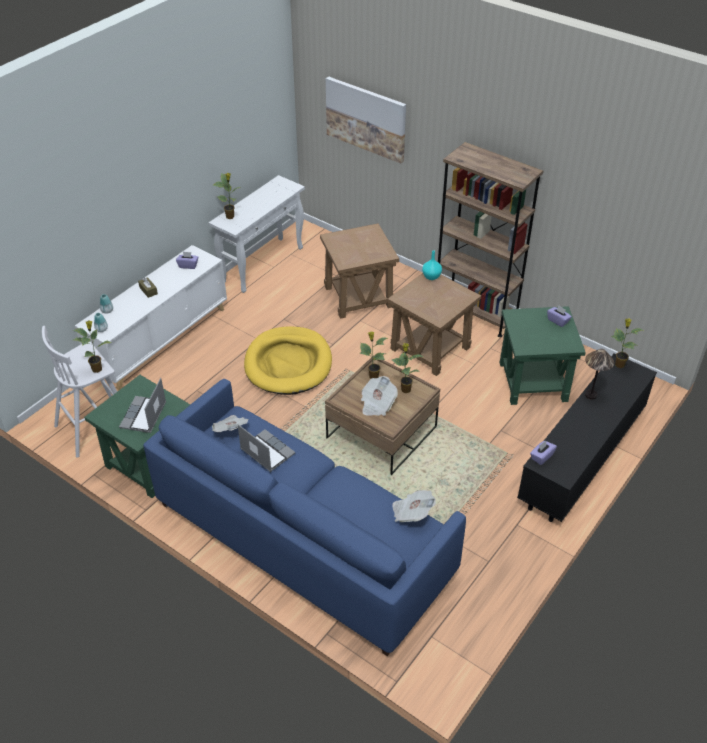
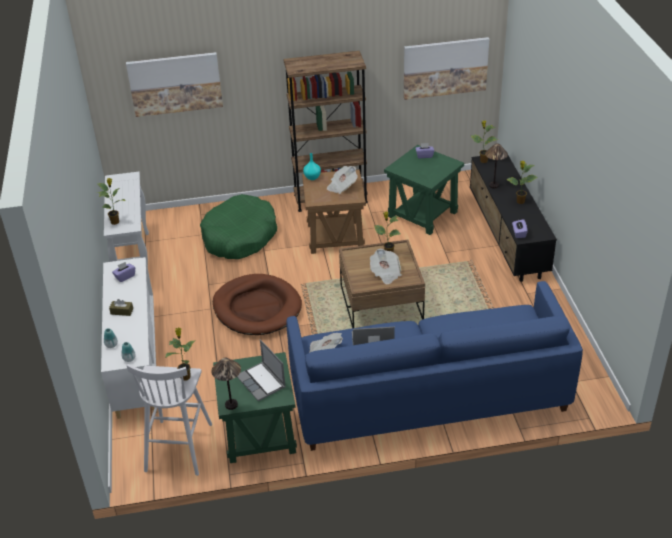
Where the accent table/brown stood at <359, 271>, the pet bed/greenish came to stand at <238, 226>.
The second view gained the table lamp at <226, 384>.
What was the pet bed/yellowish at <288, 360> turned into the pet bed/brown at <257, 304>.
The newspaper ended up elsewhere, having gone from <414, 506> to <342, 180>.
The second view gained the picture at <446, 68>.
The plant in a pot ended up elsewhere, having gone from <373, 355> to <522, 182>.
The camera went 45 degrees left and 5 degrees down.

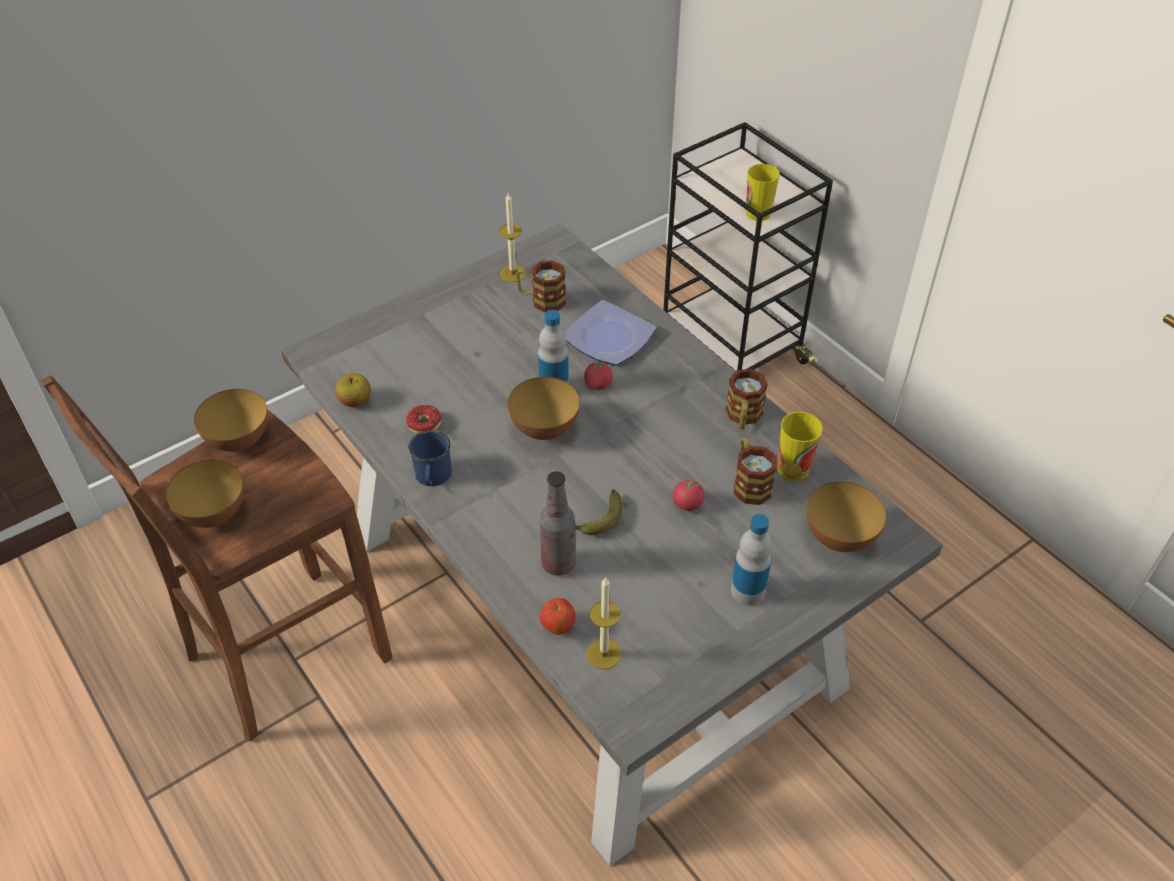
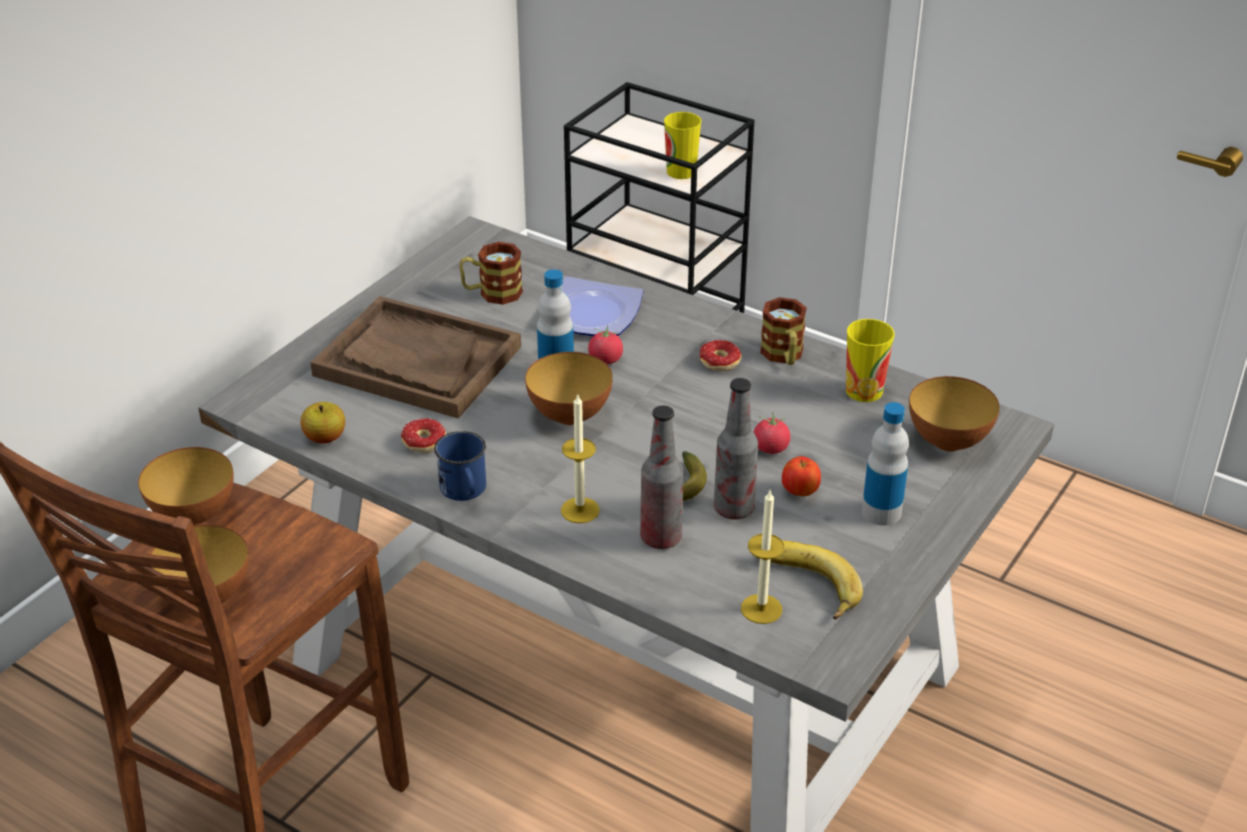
The second view gained the tray/brown at <416, 357>.
The wax candle ended up elsewhere, having gone from <512, 237> to <580, 459>.
The second view gained the ring doughnut at <720, 355>.
The second view gained the beverage bottle at <736, 449>.
The second view gained the banana fruit at <809, 580>.
The apple fruit ended up elsewhere, having gone from <558, 616> to <801, 476>.
The second view lost the coffee mug at <755, 471>.
The camera went 20 degrees left and 10 degrees down.

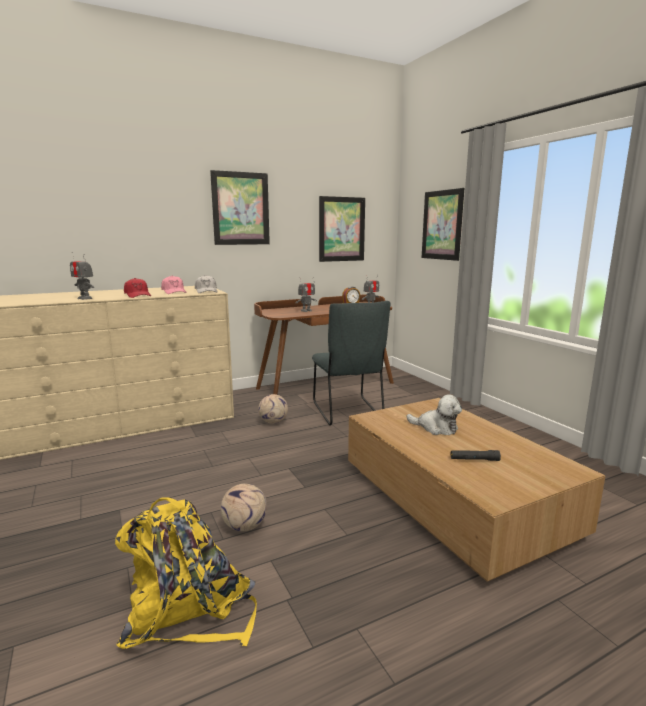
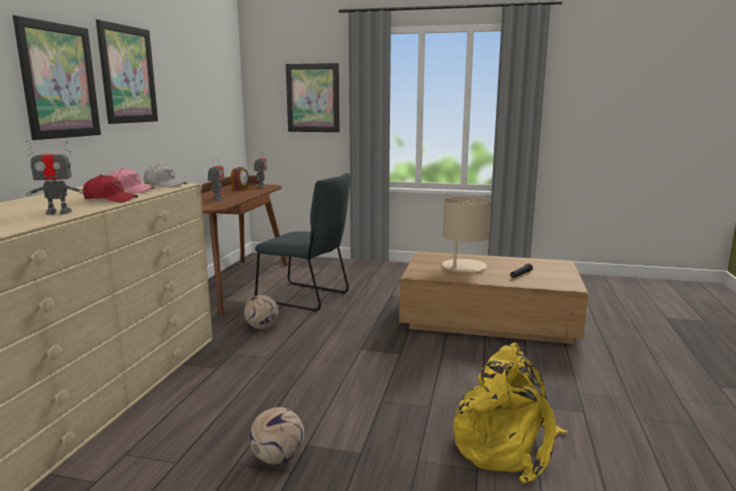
The picture ended up elsewhere, having gone from <342, 229> to <57, 77>.
The ball for football ended up elsewhere, having gone from <243, 507> to <276, 435>.
Where the plush toy stood at <434, 414>, the table lamp/beige-coloured came to stand at <466, 234>.
The camera went 50 degrees left and 0 degrees up.

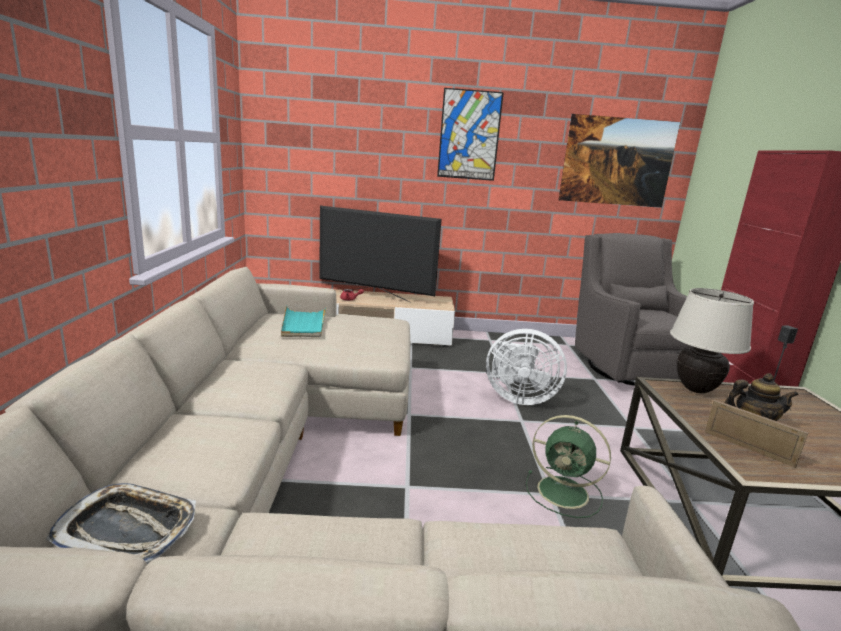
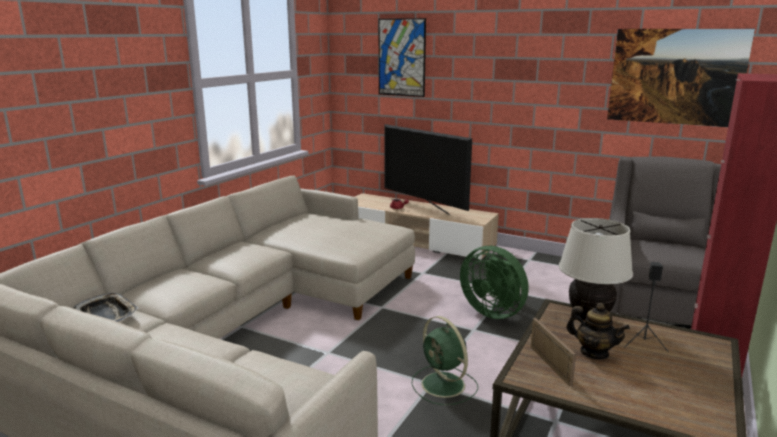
The picture ended up elsewhere, having gone from <470, 134> to <402, 57>.
What was the fan/white at <526, 367> turned into the fan/greenish at <494, 282>.
The second view lost the tray/blue-green at <304, 321>.
The camera went 30 degrees right and 0 degrees up.

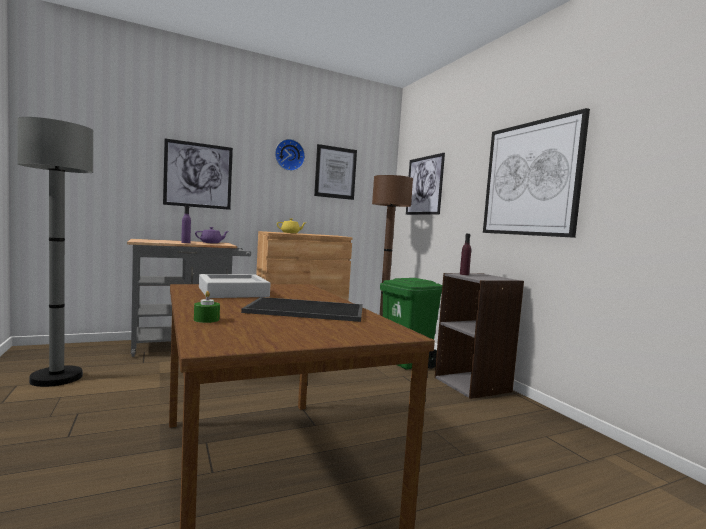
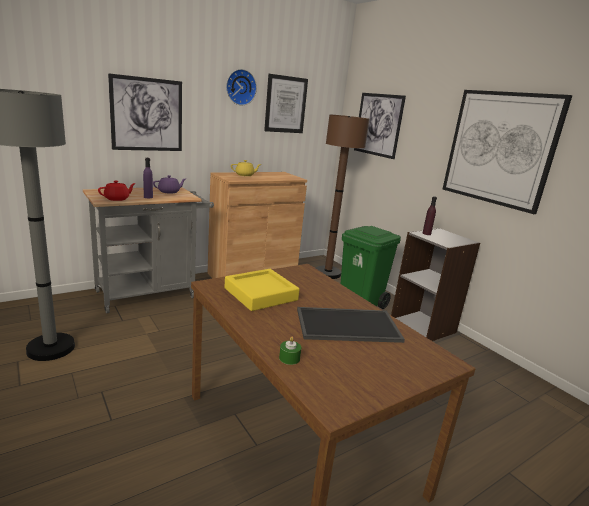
The second view gained the teapot/red-coloured at <117, 191>.
What was the tray/grey at <235, 286> turned into the tray/yellowish at <262, 290>.
The camera went 10 degrees left and 15 degrees up.

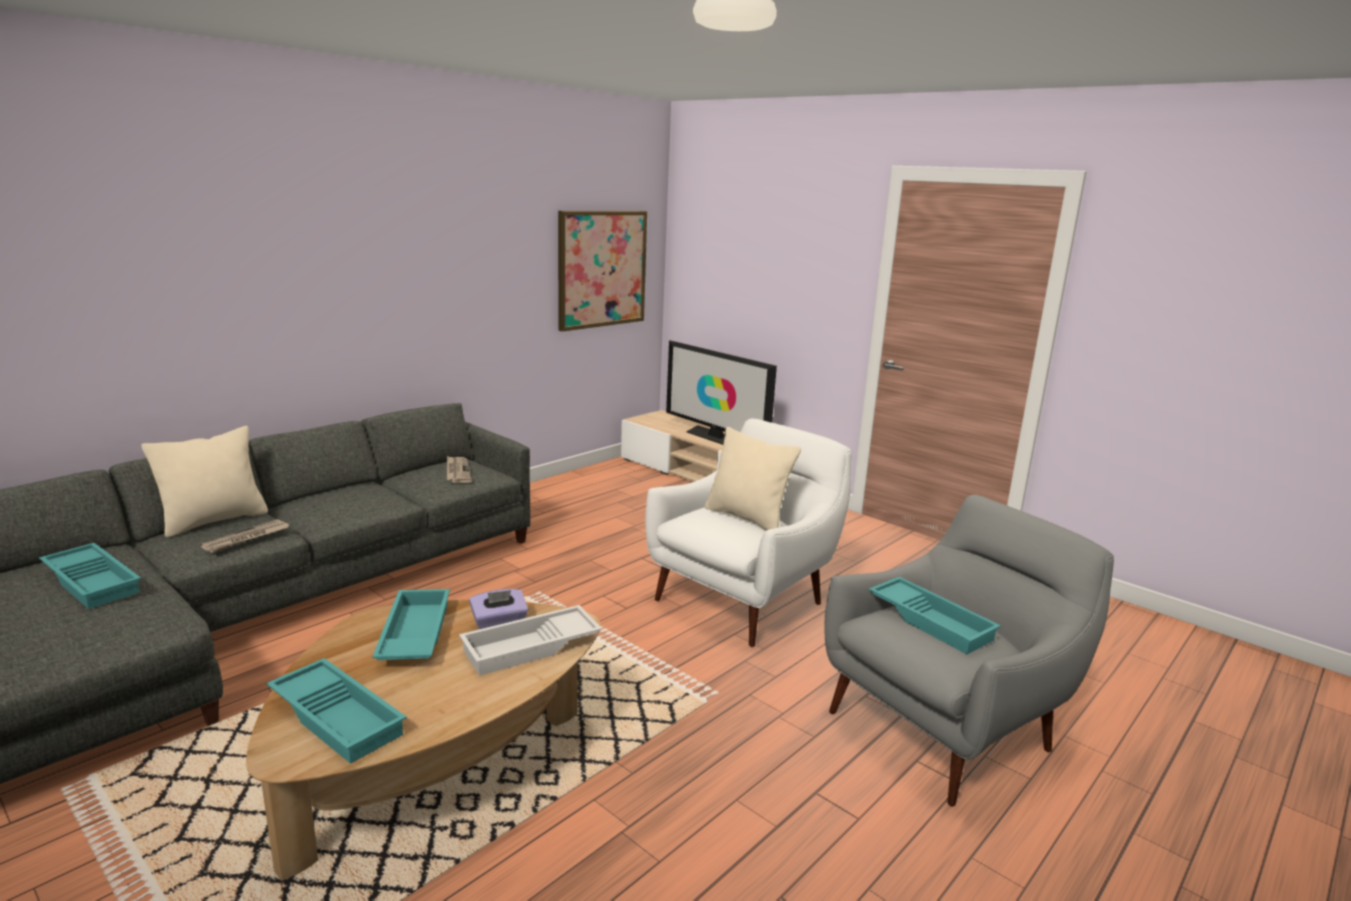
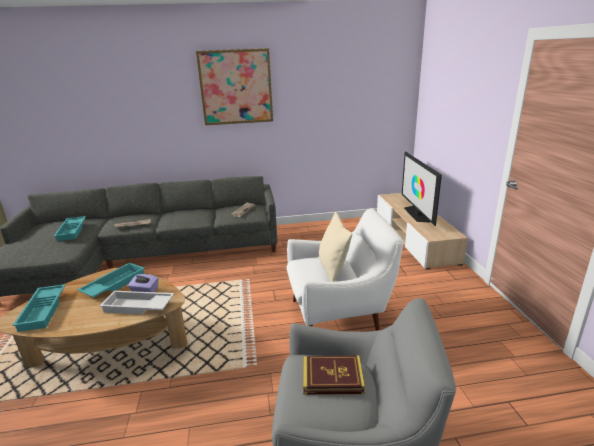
The picture ended up elsewhere, having gone from <602, 271> to <234, 86>.
Where the tray/blue-green stood at <935, 615>, the bound book came to stand at <334, 375>.
The second view lost the cushion/beige-coloured at <204, 481>.
The camera went 40 degrees right and 5 degrees up.

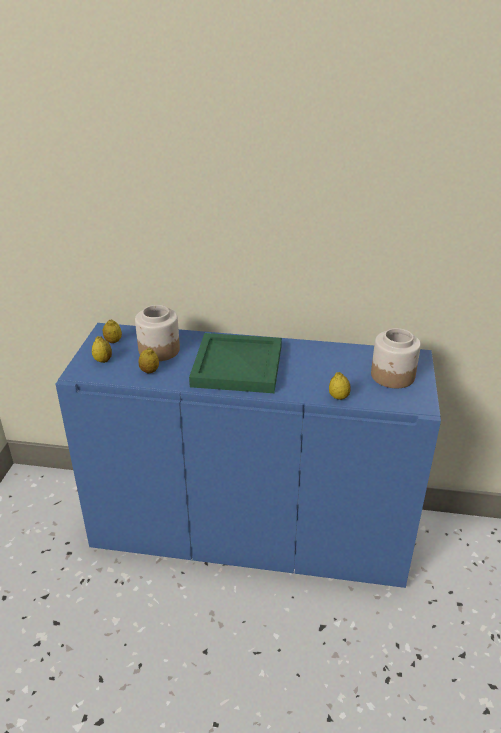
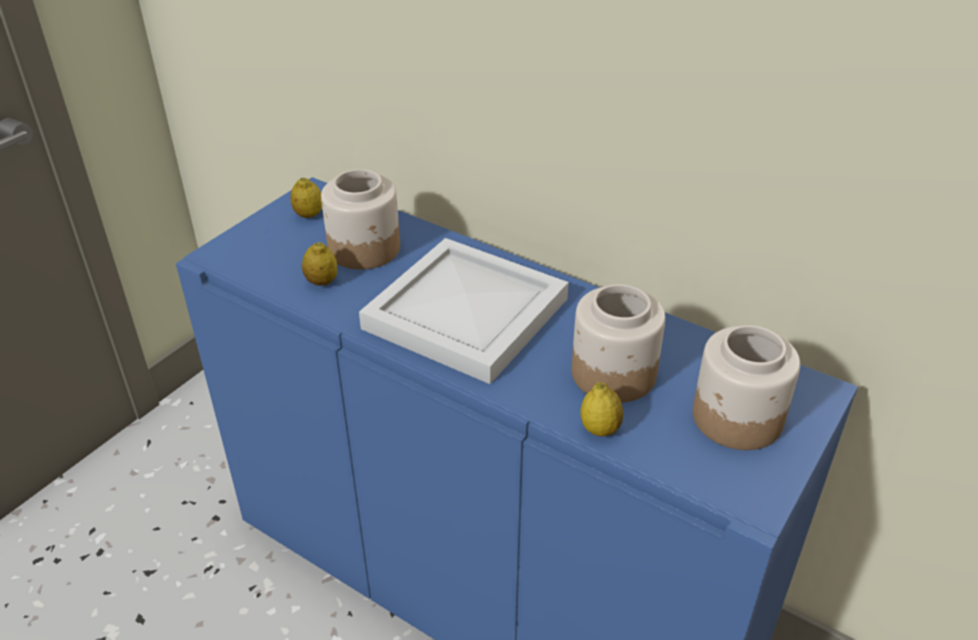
What was the tray/greenish at <235, 363> turned into the tray/white at <464, 311>.
The second view gained the storage jar at <619, 343>.
The second view lost the lemon at <102, 349>.
The camera went 25 degrees right and 5 degrees up.

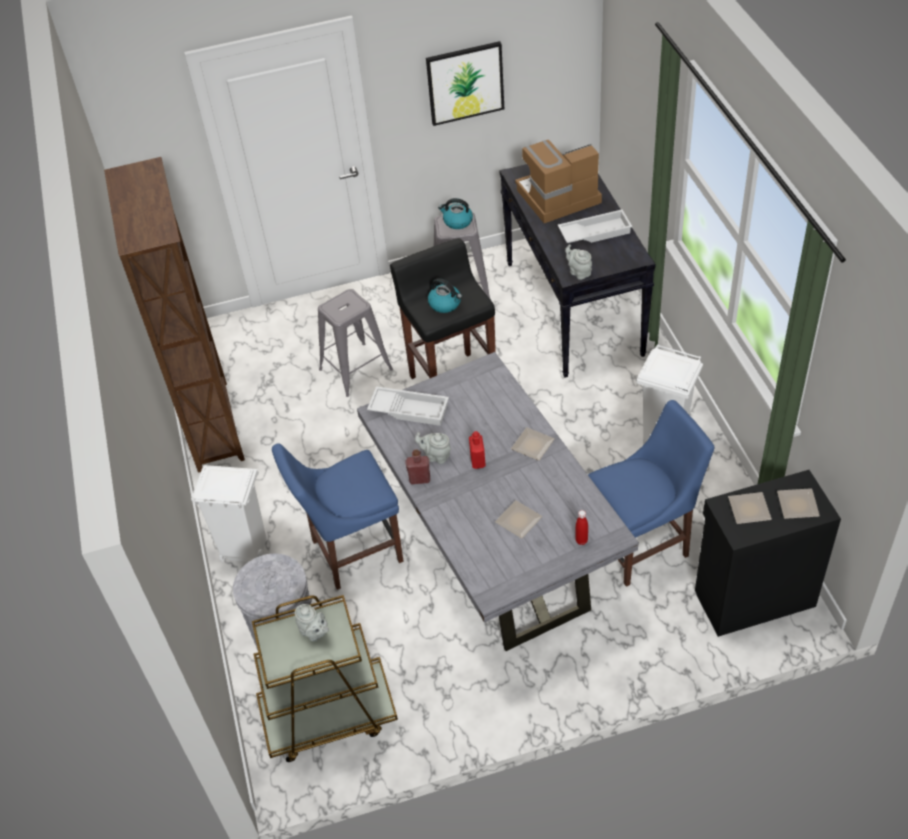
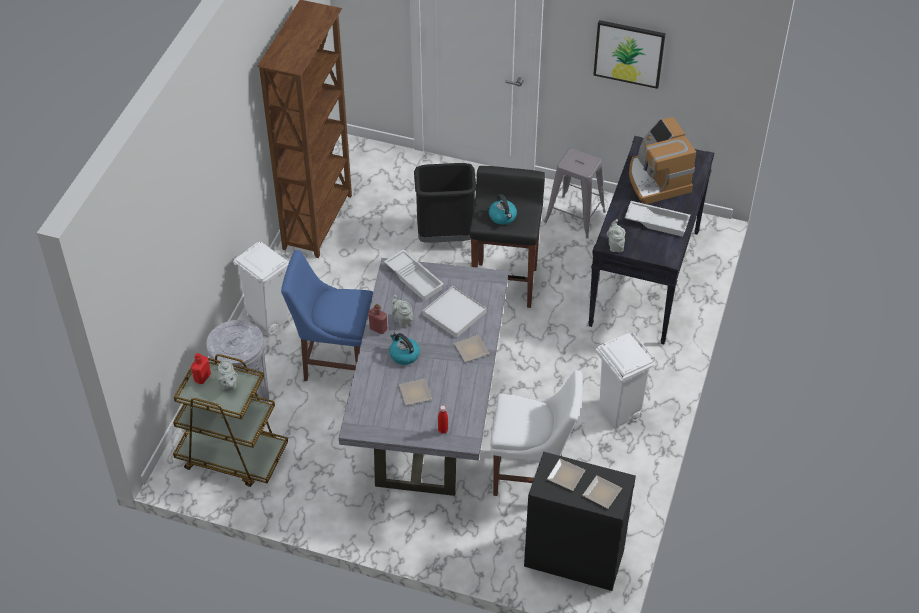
The beverage bottle/red-coloured ended up elsewhere, having gone from <477, 450> to <201, 368>.
The tea kettle ended up elsewhere, having gone from <455, 213> to <404, 349>.
Where the stool/grey stood at <355, 343>, the rubbish bin/black-coloured came to stand at <445, 203>.
The second view gained the tray/white at <454, 312>.
What was the upright chair/blue at <651, 493> turned into the upright chair/white at <536, 433>.
The coffee brewer at <558, 181> ended up facing another way, 120 degrees counterclockwise from before.
The camera went 30 degrees right and 0 degrees up.

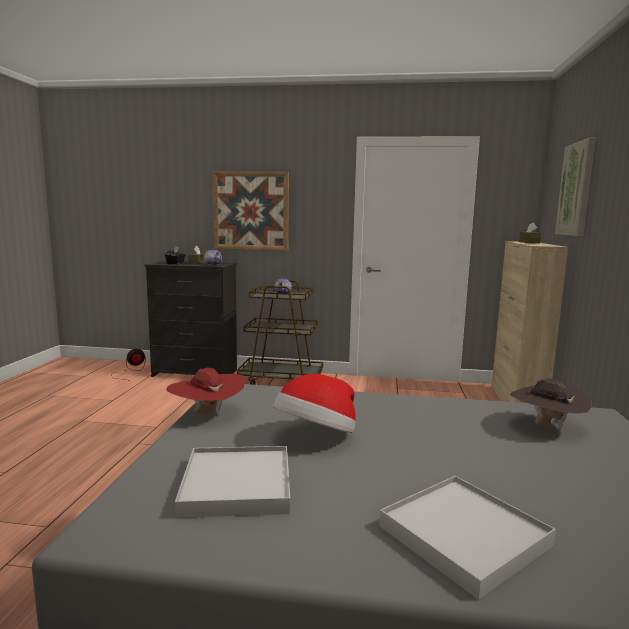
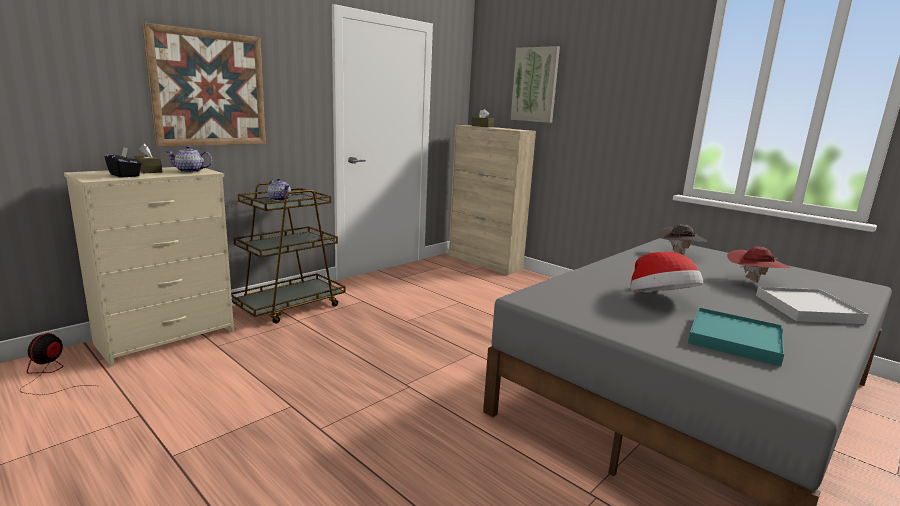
What was the chest of drawers/black-coloured at <191, 319> turned into the chest of drawers/beige-coloured at <149, 267>.
What was the tray/white at <232, 482> turned into the tray/blue-green at <736, 336>.
The clothing hat/red-coloured ended up elsewhere, having gone from <205, 392> to <759, 265>.
The camera went 55 degrees left and 5 degrees up.

